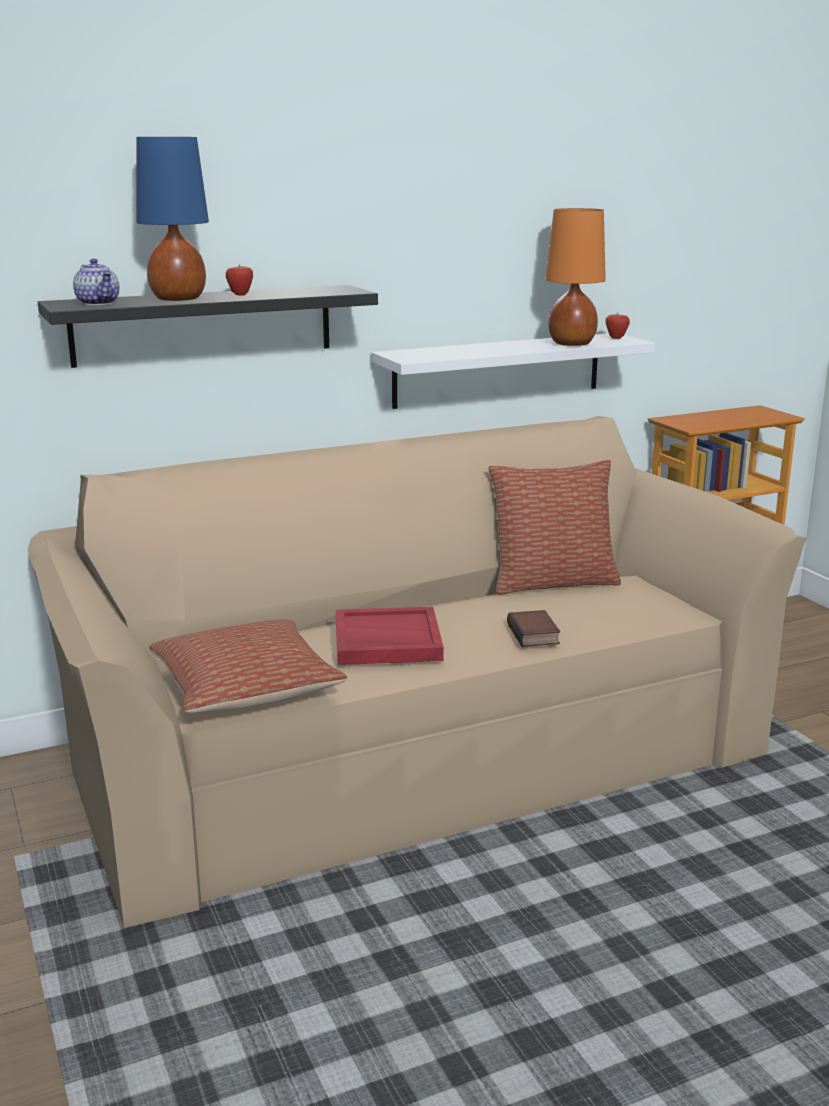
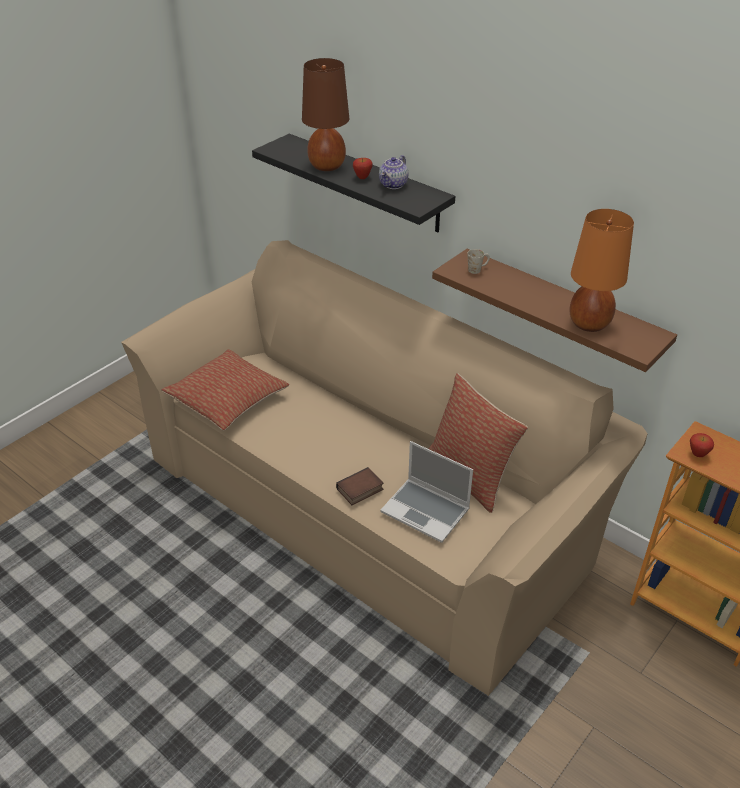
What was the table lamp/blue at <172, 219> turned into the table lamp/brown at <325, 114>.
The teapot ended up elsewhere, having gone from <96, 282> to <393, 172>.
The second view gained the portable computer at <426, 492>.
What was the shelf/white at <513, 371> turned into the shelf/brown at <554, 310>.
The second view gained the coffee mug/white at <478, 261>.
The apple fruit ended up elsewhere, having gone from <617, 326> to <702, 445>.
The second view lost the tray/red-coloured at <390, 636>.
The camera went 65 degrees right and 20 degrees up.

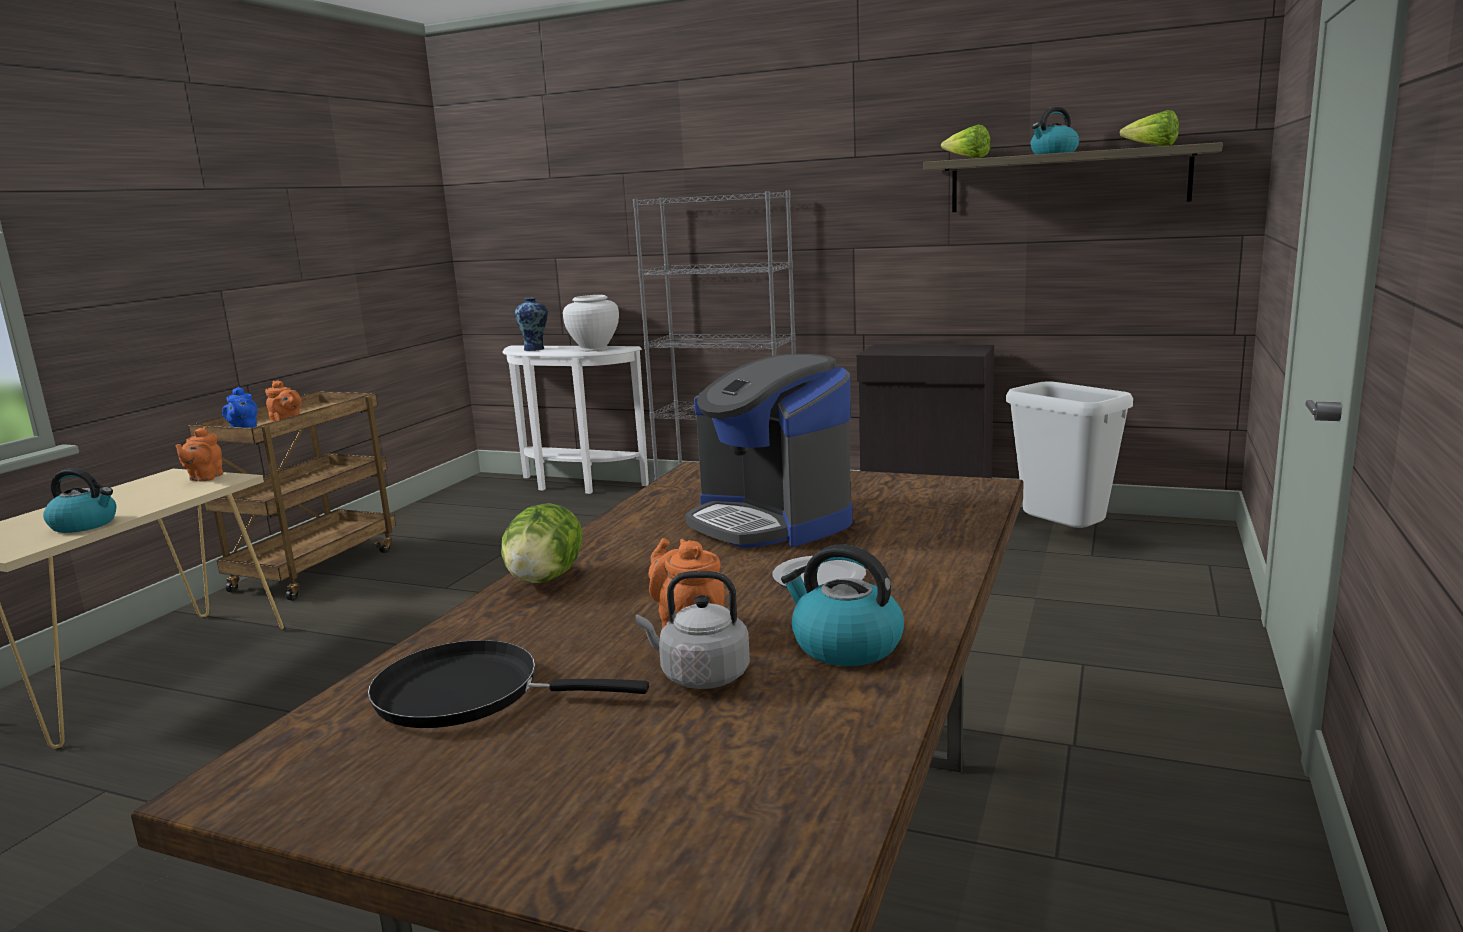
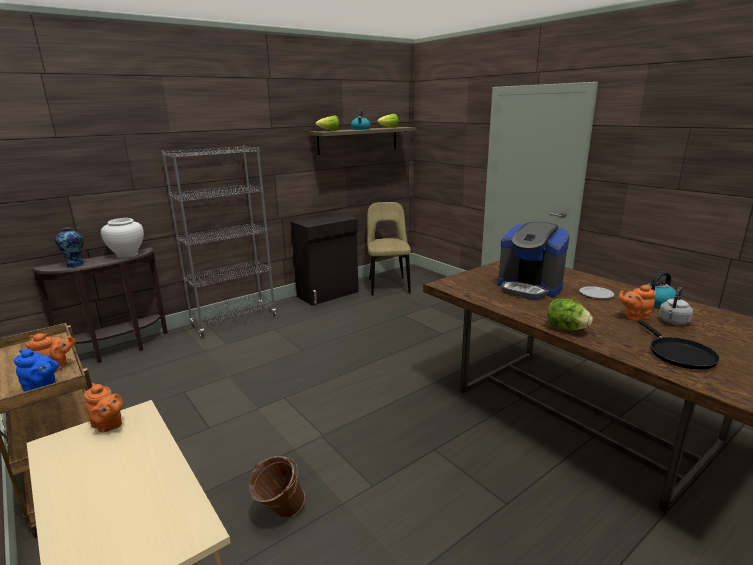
What was the hall table/white at <575, 419> turned into the hall table/brown at <99, 305>.
The second view gained the bucket/brown at <276, 487>.
Where the rubbish bin/grey stood at <1069, 454>, the upright chair/beige-coloured came to stand at <389, 248>.
The coffee brewer at <769, 451> ended up facing another way, 45 degrees clockwise from before.
The skillet/black-coloured at <508, 684> ended up facing another way, 45 degrees counterclockwise from before.
The second view lost the tea kettle at <79, 500>.
The camera went 60 degrees left and 5 degrees up.

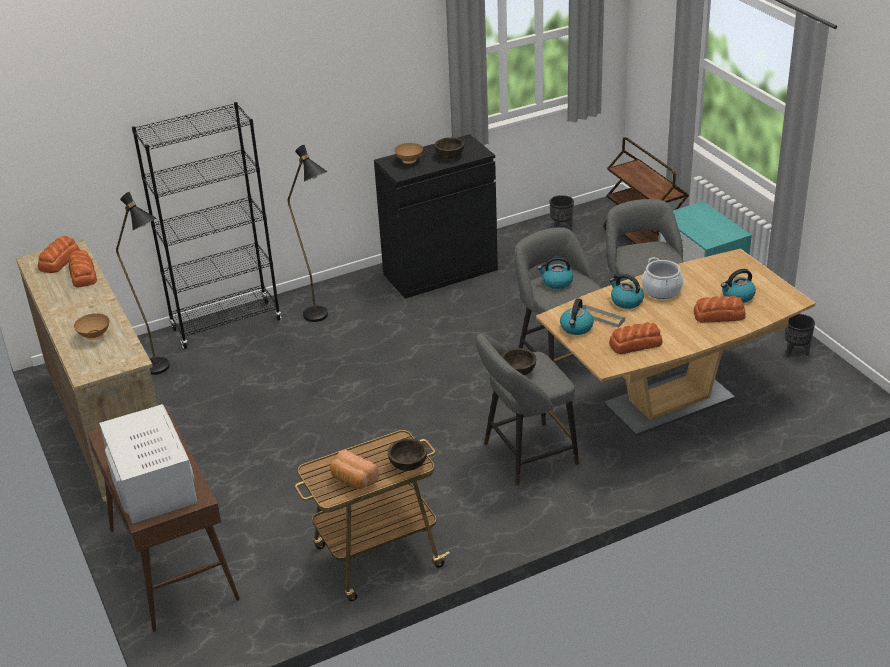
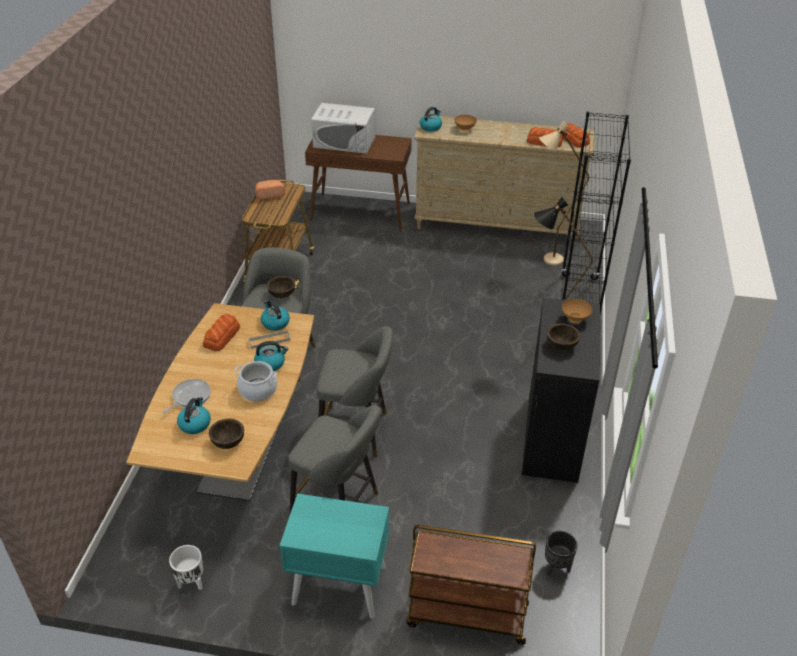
Where the bakery bread stood at <720, 309>, the skillet came to stand at <186, 396>.
What was the flower pot/black-coloured at <800, 335> turned into the flower pot/white at <186, 567>.
The deep dish/brown ended up elsewhere, having gone from <407, 454> to <226, 434>.
The tea kettle ended up elsewhere, having gone from <555, 272> to <431, 119>.
What was the standard lamp/black-coloured at <143, 283> turned into the standard lamp/beige-coloured at <564, 193>.
The camera went 125 degrees right and 5 degrees up.

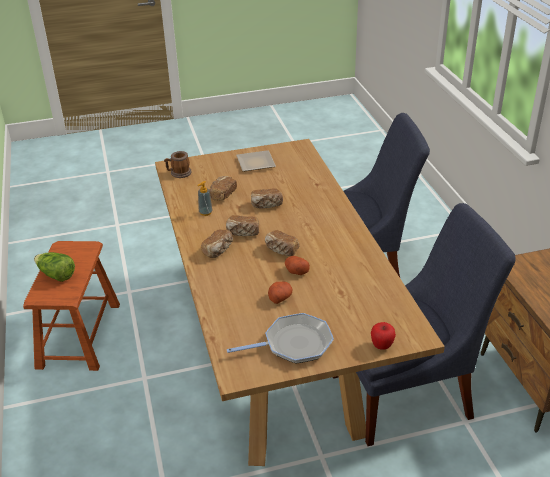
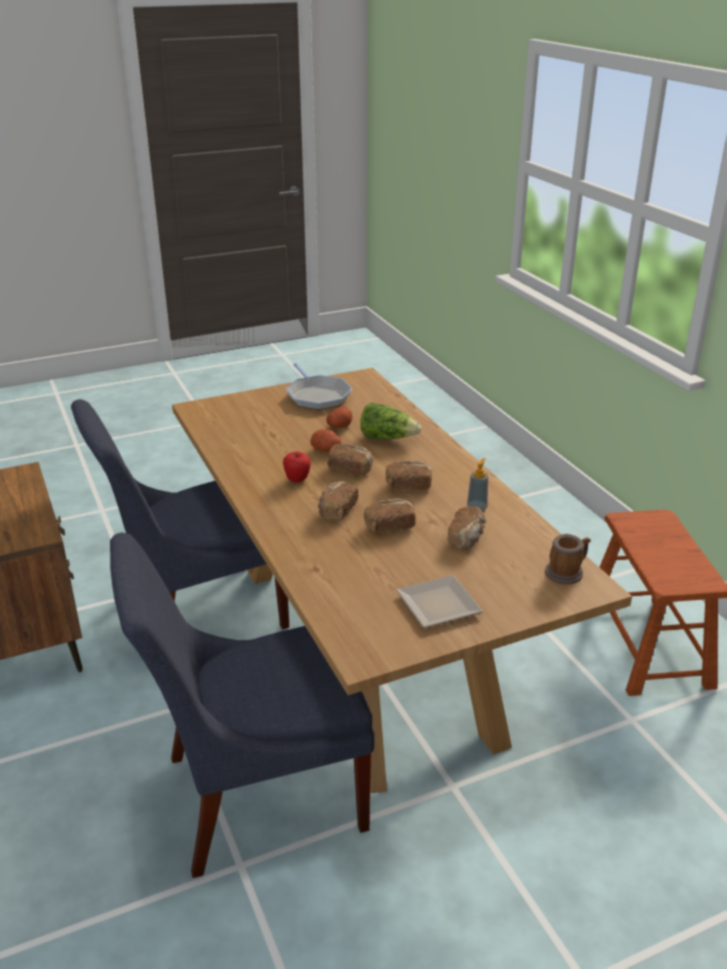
The apple fruit ended up elsewhere, having gone from <383, 336> to <297, 467>.
The skillet at <280, 338> ended up facing another way, 90 degrees counterclockwise from before.
The bakery bread ended up elsewhere, having gone from <217, 243> to <338, 500>.
The head of lettuce ended up elsewhere, having gone from <54, 267> to <391, 420>.
The camera went 170 degrees right and 5 degrees down.

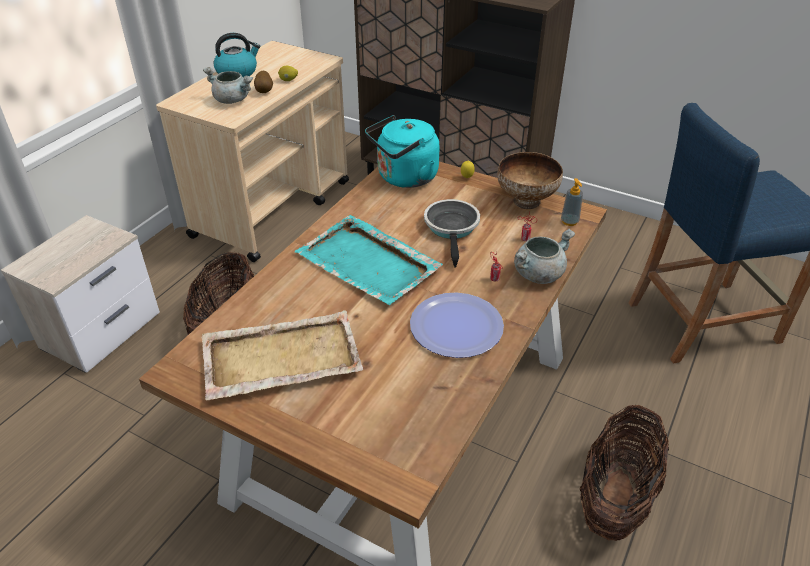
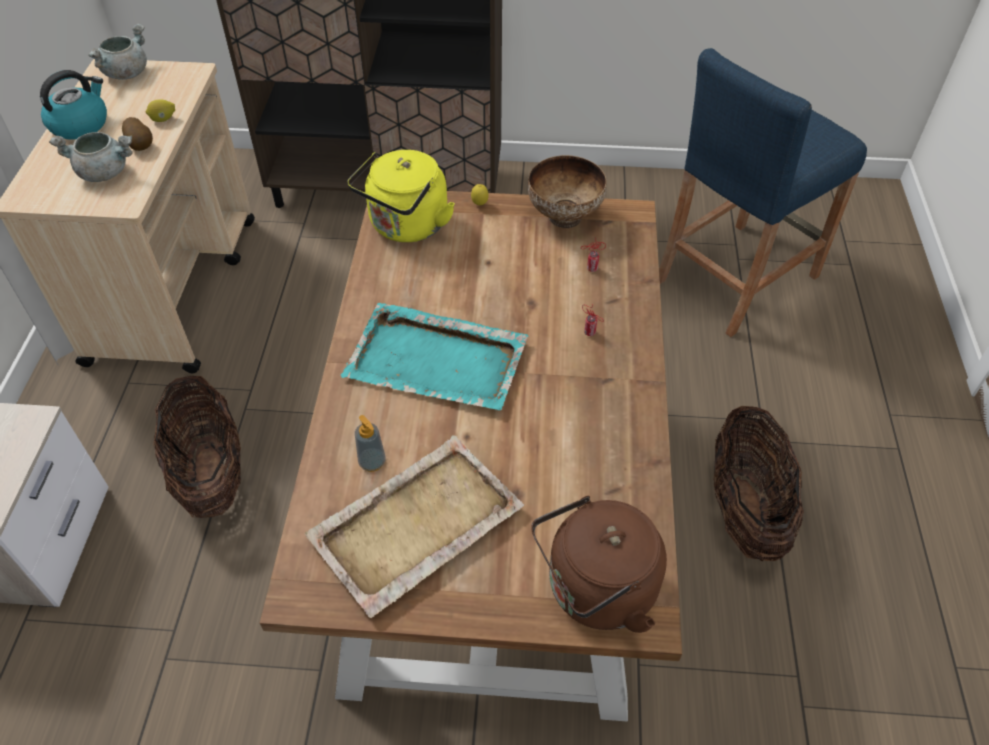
The cooking pot/grey ended up elsewhere, having gone from <544, 256> to <117, 52>.
What was the tea kettle/blue-green at <402, 151> turned into the tea kettle/yellowish at <401, 196>.
The soap dispenser ended up elsewhere, having gone from <572, 202> to <370, 443>.
The second view gained the tea kettle/brown at <599, 564>.
The second view lost the plate at <457, 325>.
The second view lost the skillet at <452, 233>.
The camera went 25 degrees left and 10 degrees up.

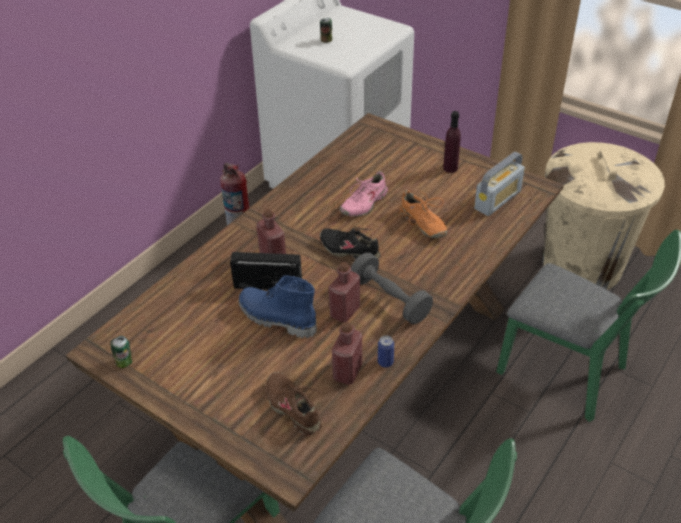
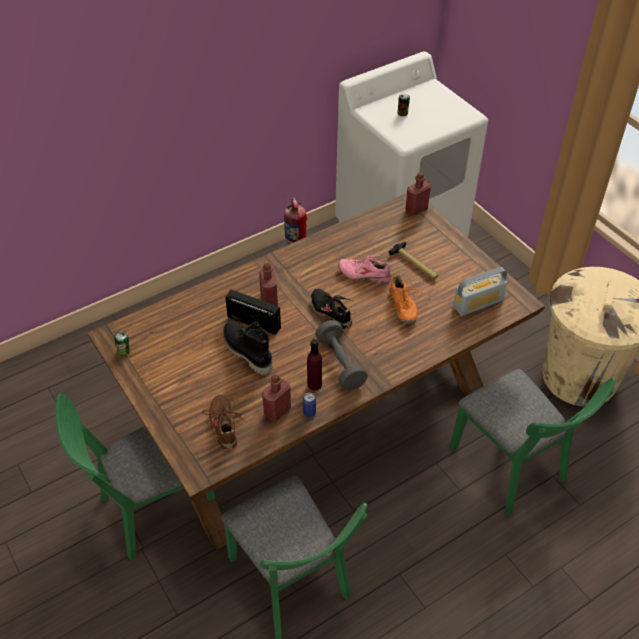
What was the boot/blue at <278, 306> turned into the boot/black-coloured at <248, 348>.
The beverage bottle/purplish ended up elsewhere, having gone from <452, 142> to <314, 364>.
The item of footwear/pink at <364, 194> ended up facing another way, 45 degrees clockwise from before.
The second view gained the hand hammer at <413, 260>.
The beverage bottle/red-coloured ended up elsewhere, having gone from <344, 292> to <418, 194>.
The camera went 20 degrees right and 5 degrees up.

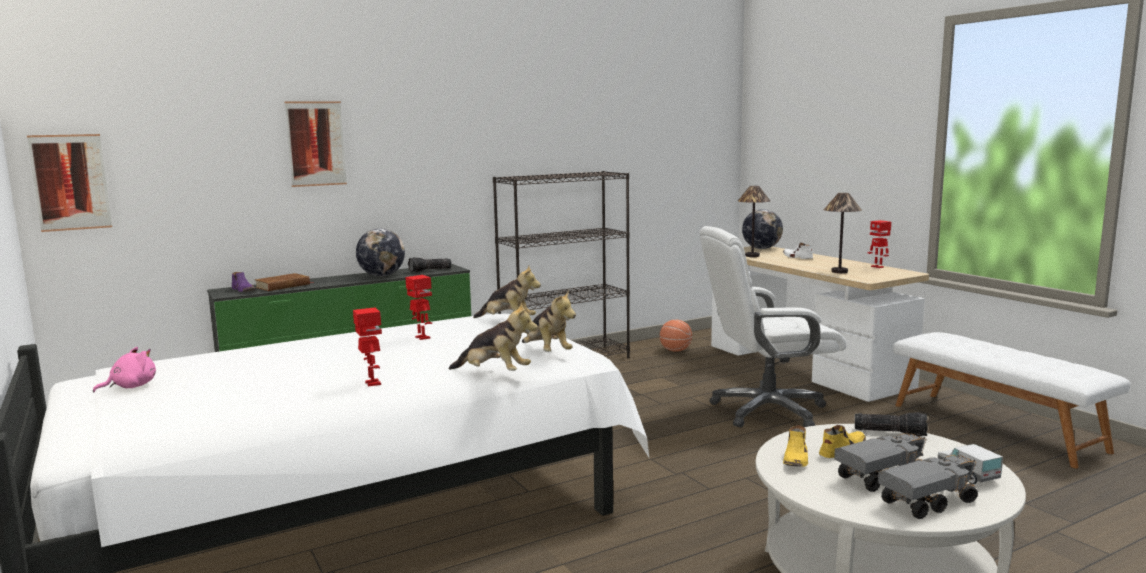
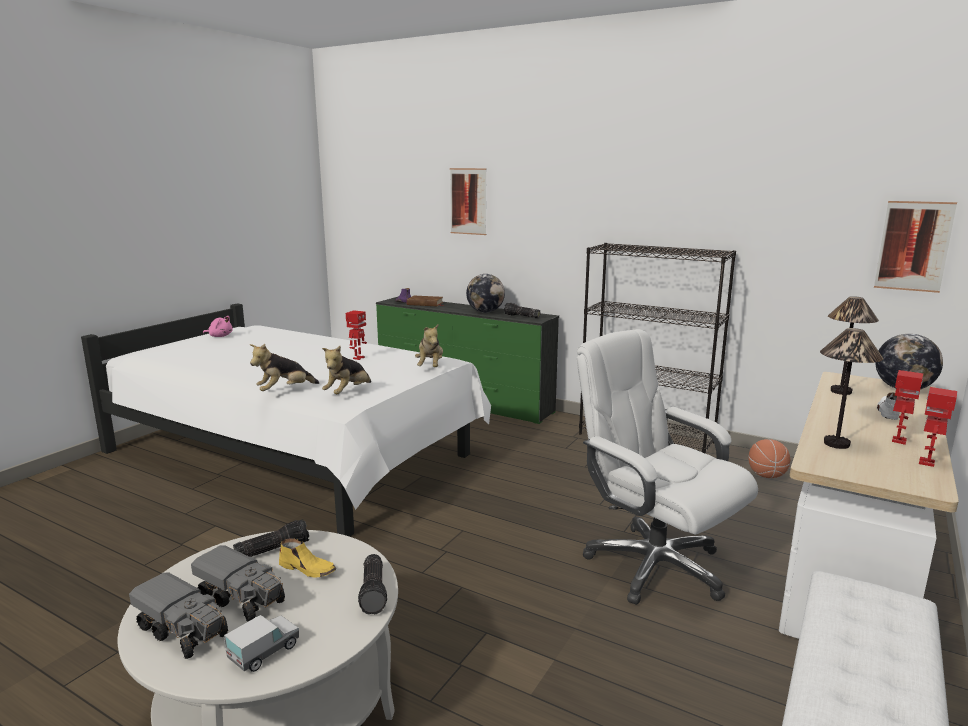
Where the item of footwear/yellowish stood at <795, 446>, the flashlight came to stand at <271, 538>.
The plush toy at <493, 336> ended up facing another way, 60 degrees clockwise from before.
The picture ended up elsewhere, having gone from <69, 183> to <915, 247>.
The robot figure ended up elsewhere, having gone from <367, 346> to <907, 407>.
The camera went 60 degrees right and 5 degrees up.

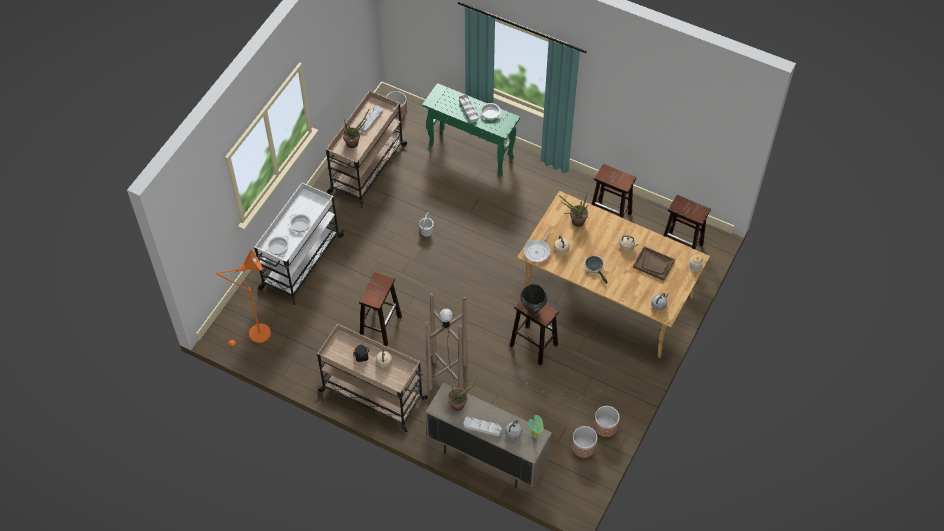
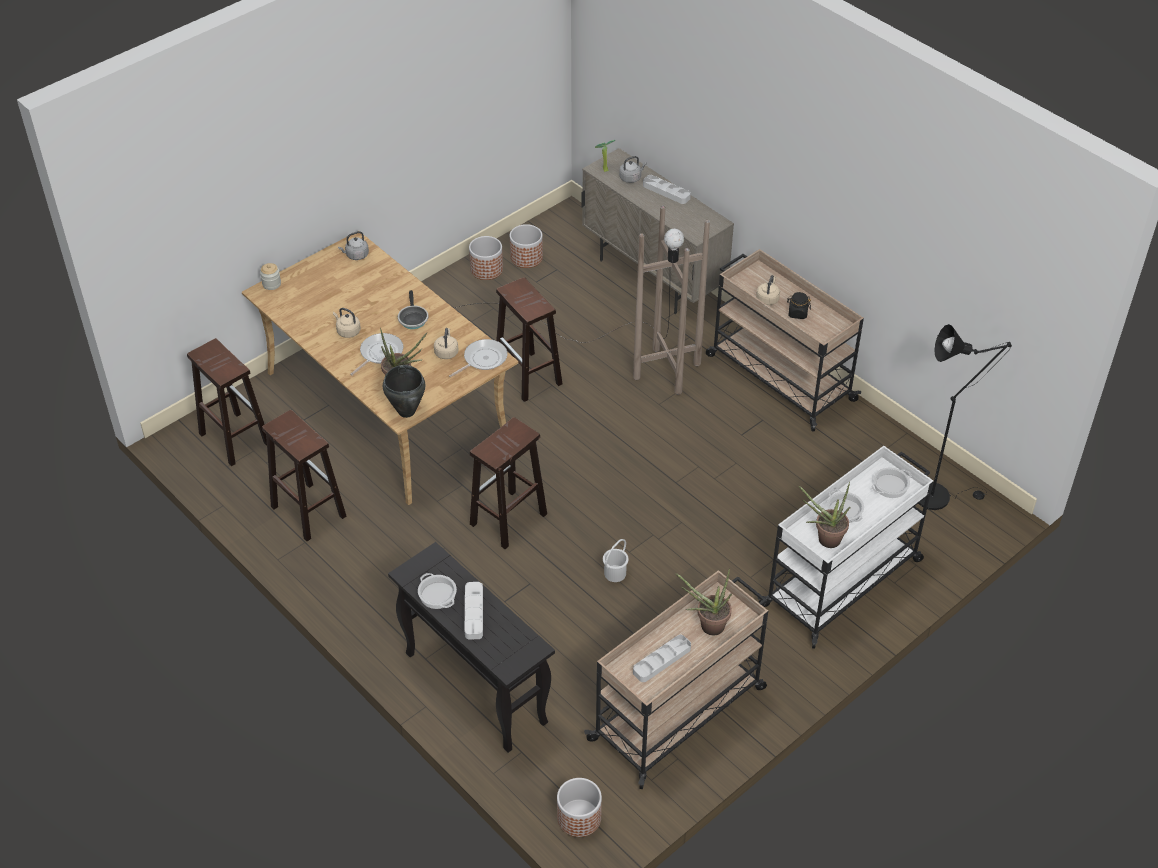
The second view gained the skillet at <376, 354>.
The cooking pot/black-coloured ended up elsewhere, having gone from <533, 299> to <404, 391>.
What was the hall table/greenish at <471, 130> turned into the hall table/black-coloured at <471, 647>.
The stool/brown ended up elsewhere, having gone from <380, 309> to <508, 483>.
The plant in a pot ended up elsewhere, having gone from <464, 391> to <824, 515>.
What was the standard lamp/orangey at <243, 299> turned into the standard lamp/black-coloured at <965, 417>.
The second view lost the tray/brown at <654, 263>.
The camera went 160 degrees left and 10 degrees down.

